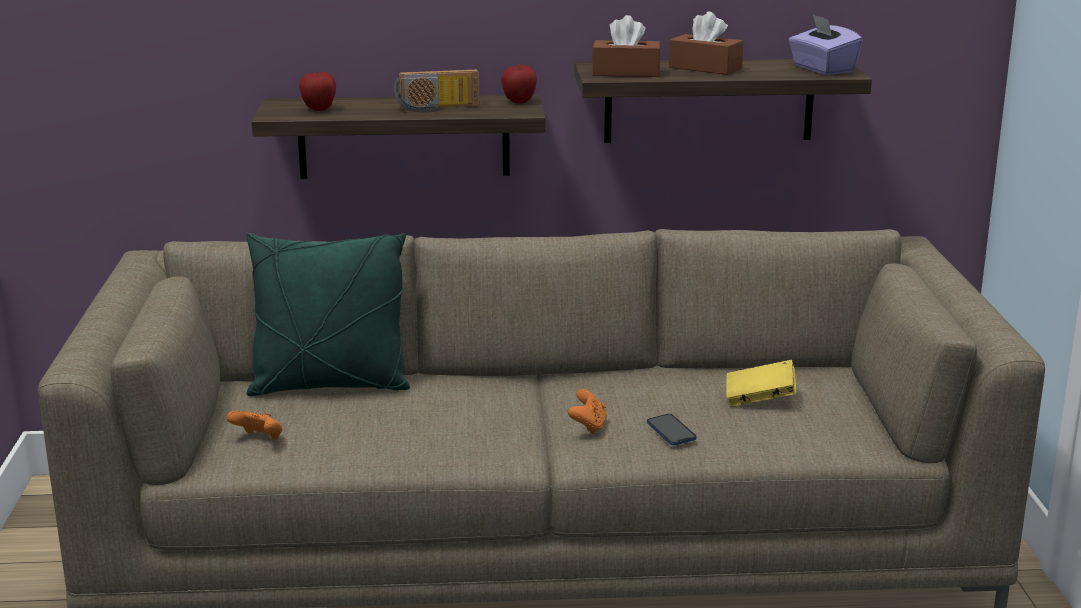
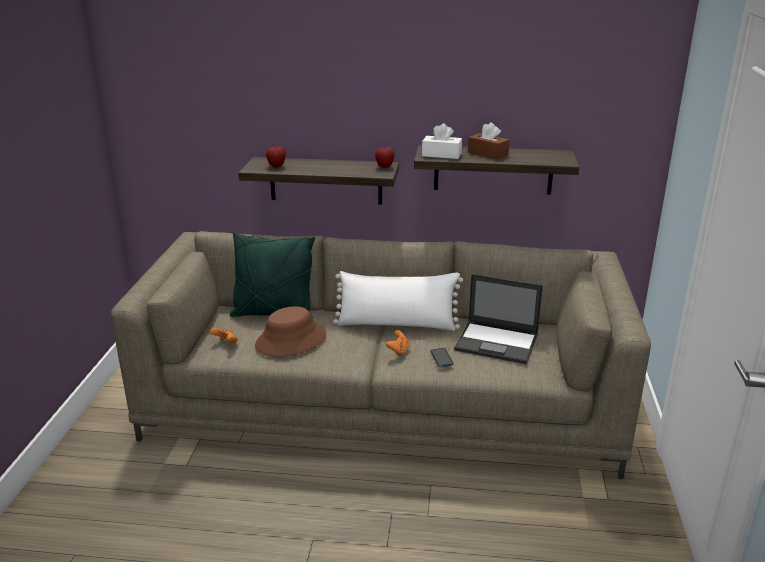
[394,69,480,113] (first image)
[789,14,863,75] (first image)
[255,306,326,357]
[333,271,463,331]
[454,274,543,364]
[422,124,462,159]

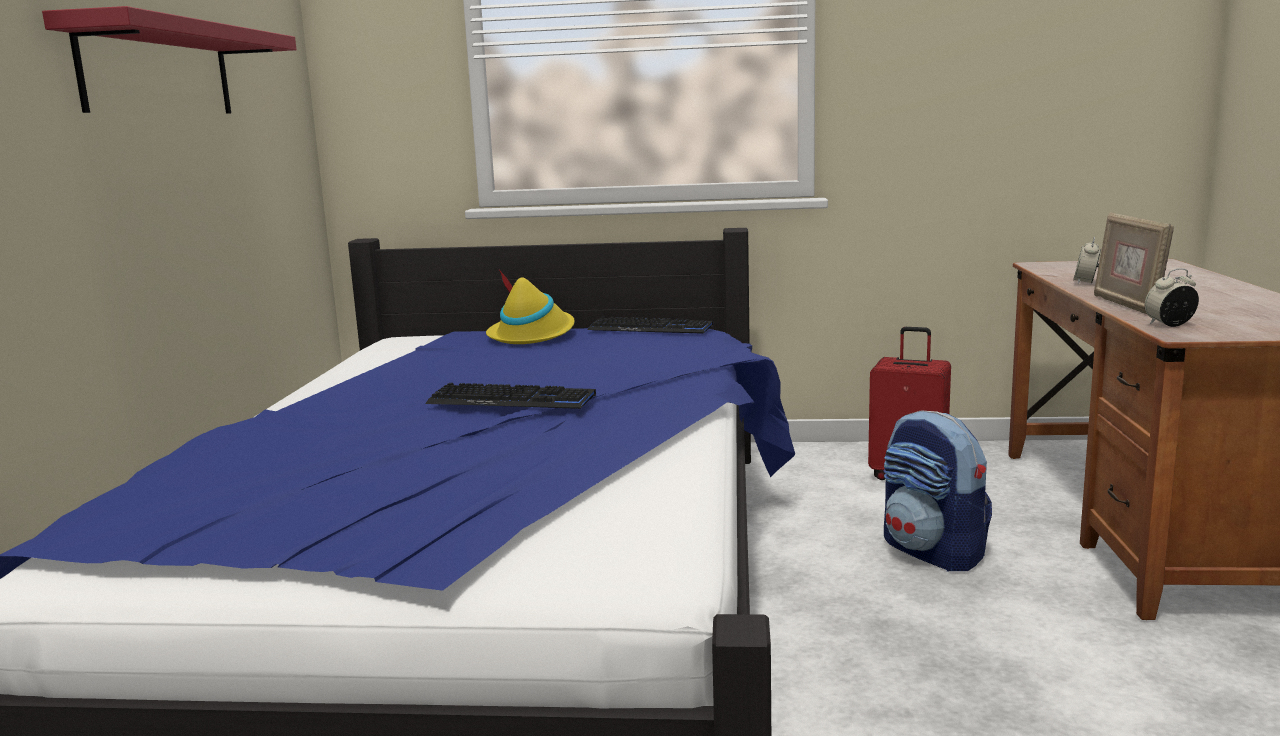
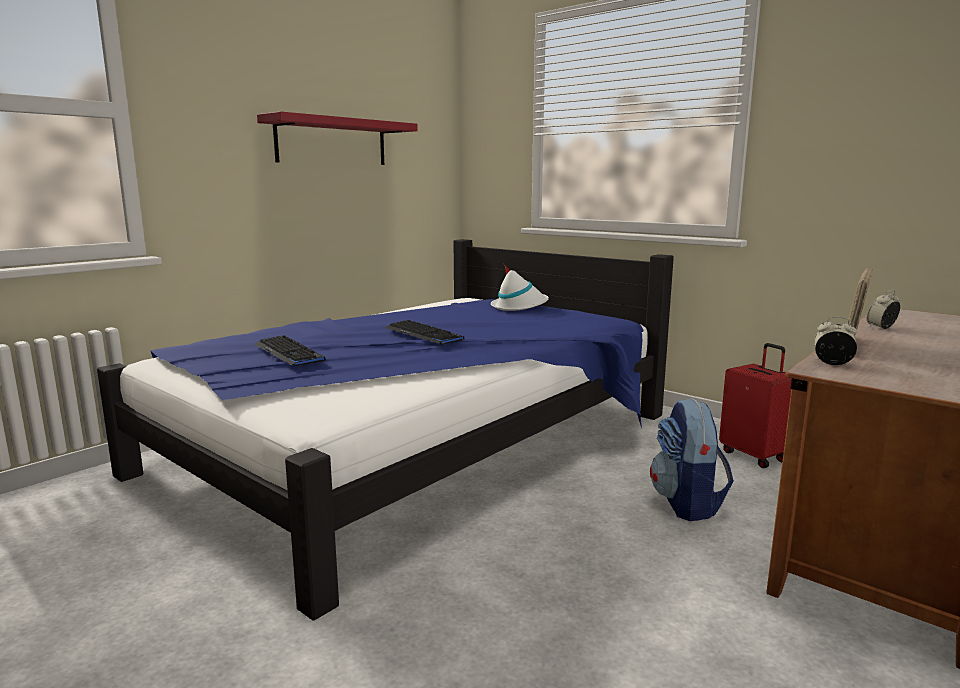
[254,335,326,366]
[491,265,549,311]

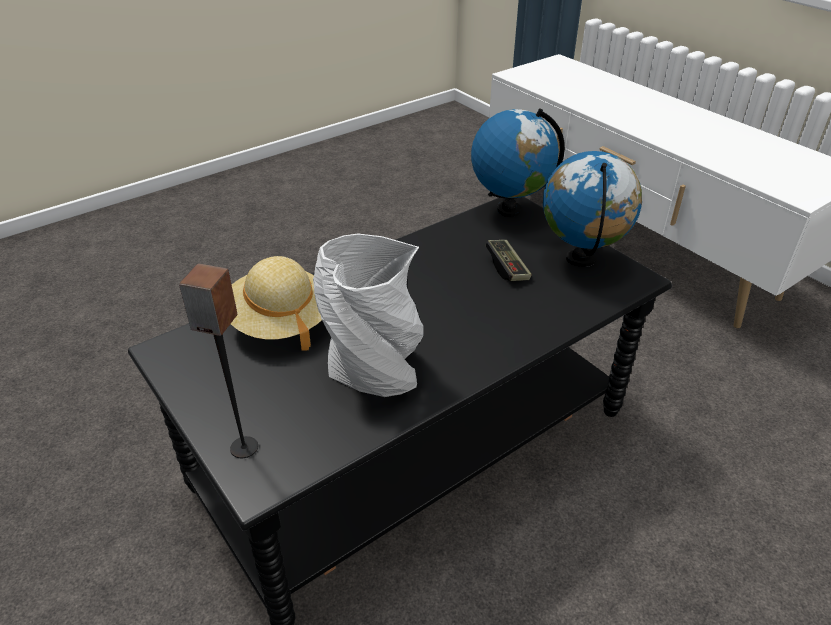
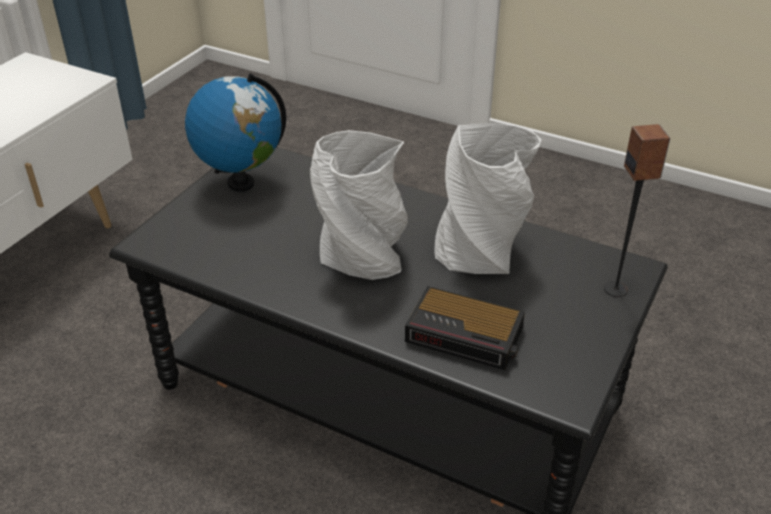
[471,108,565,217] (first image)
[486,240,532,281] (first image)
[310,130,408,280]
[405,286,525,370]

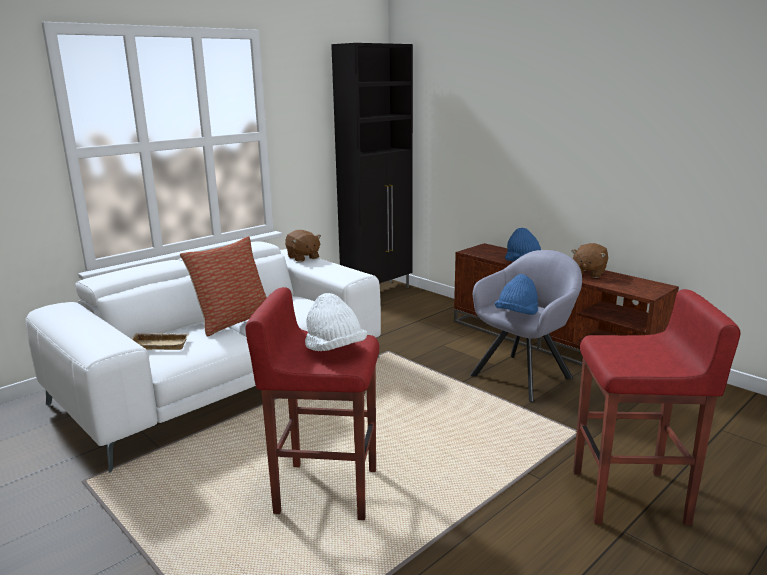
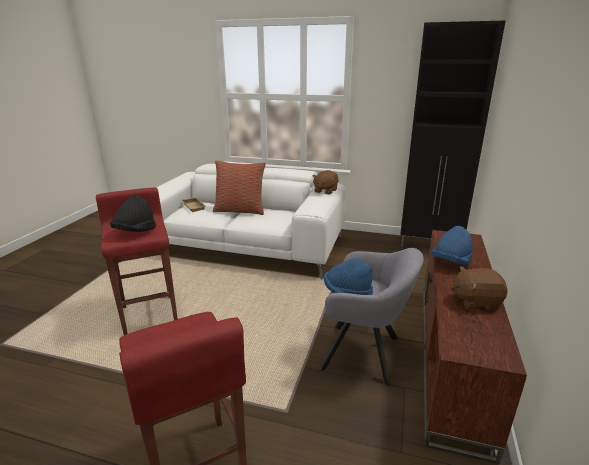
[110,196,156,232]

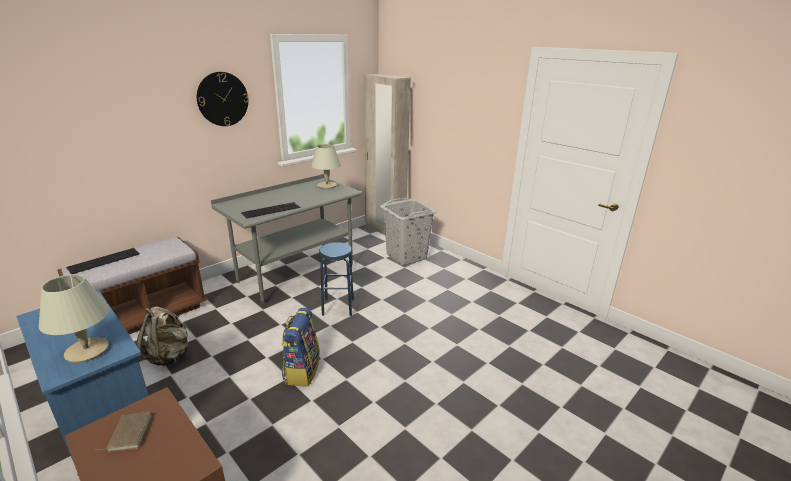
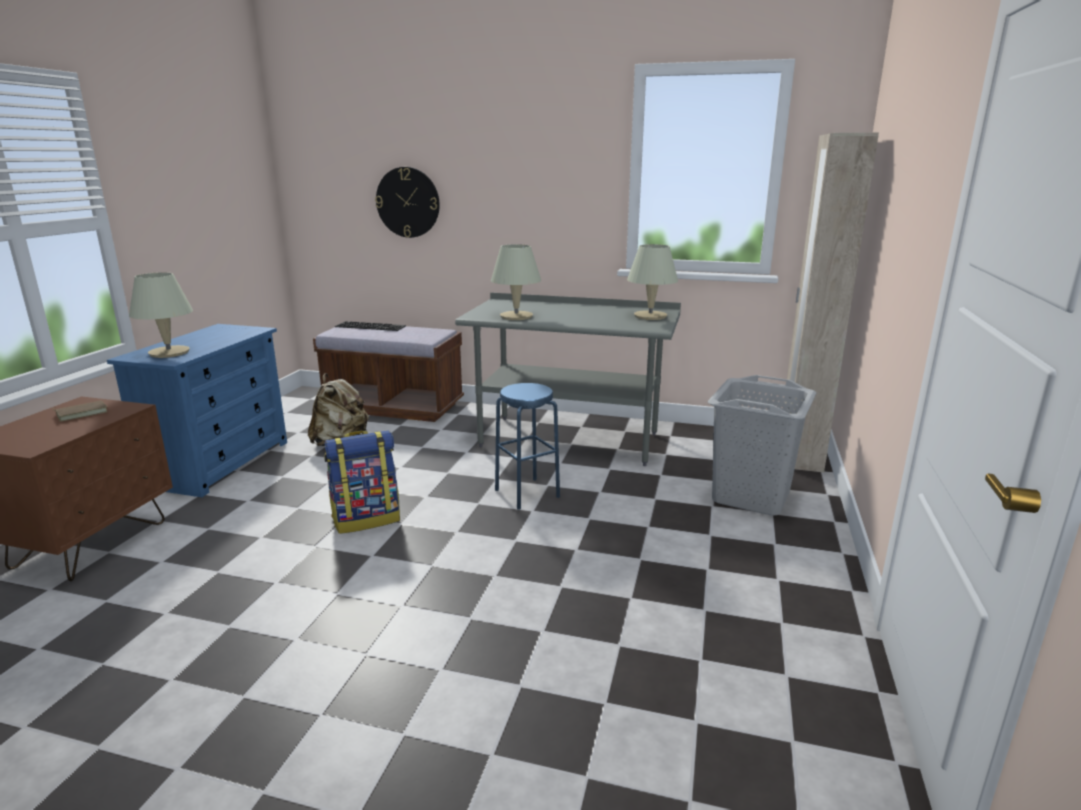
[375,167,440,238]
[491,244,541,320]

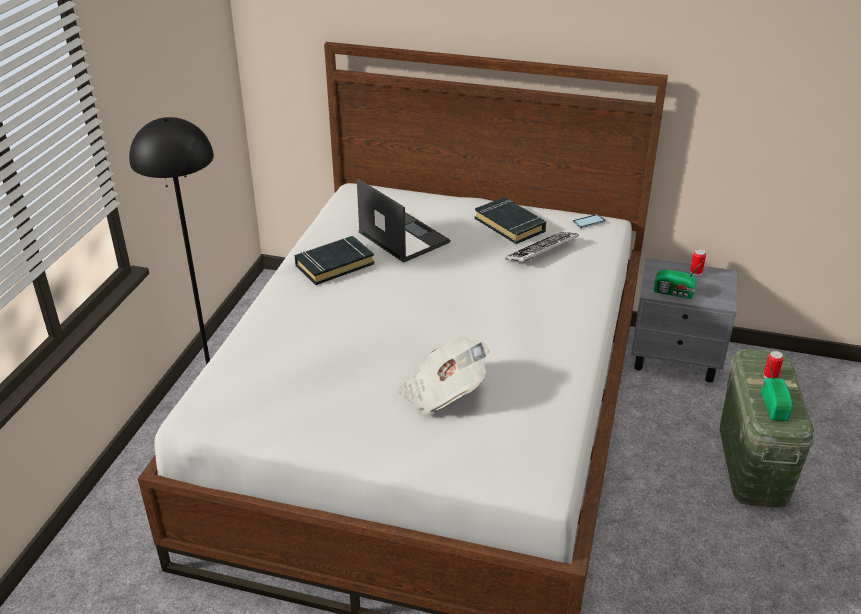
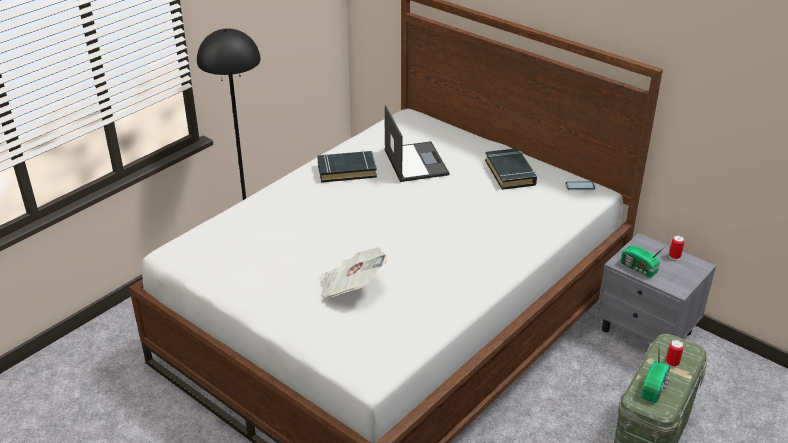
[505,232,579,262] (first image)

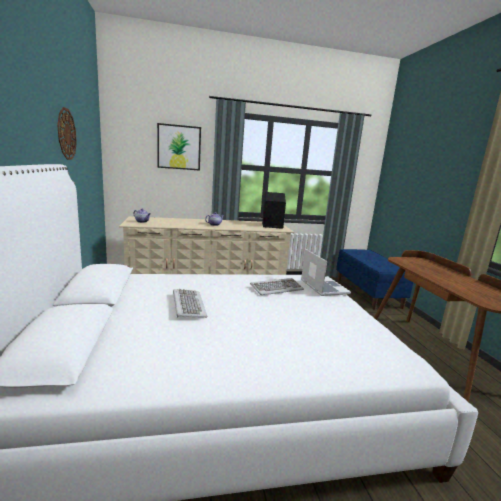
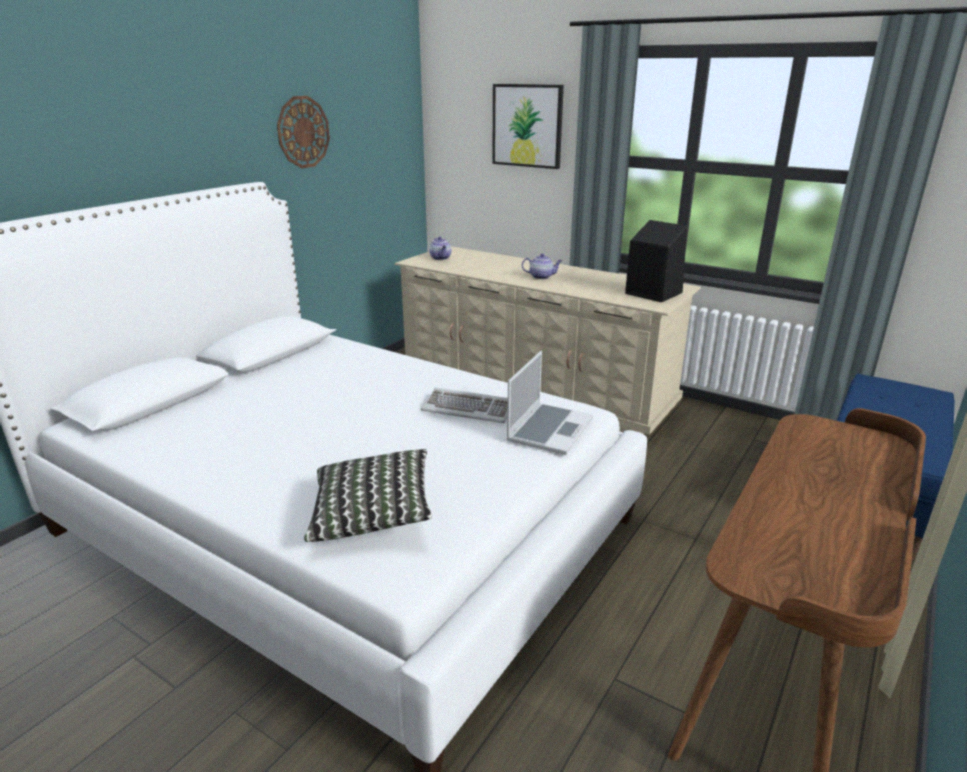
[173,289,207,318] (first image)
[304,449,432,542]

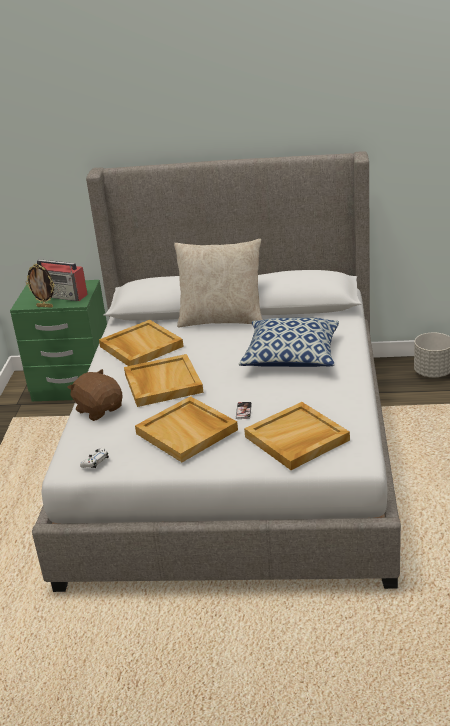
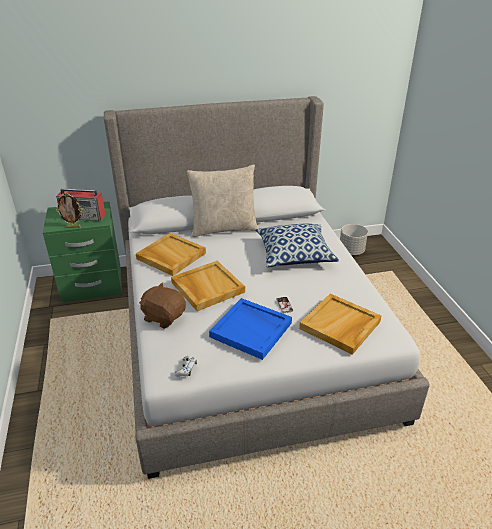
[209,298,292,360]

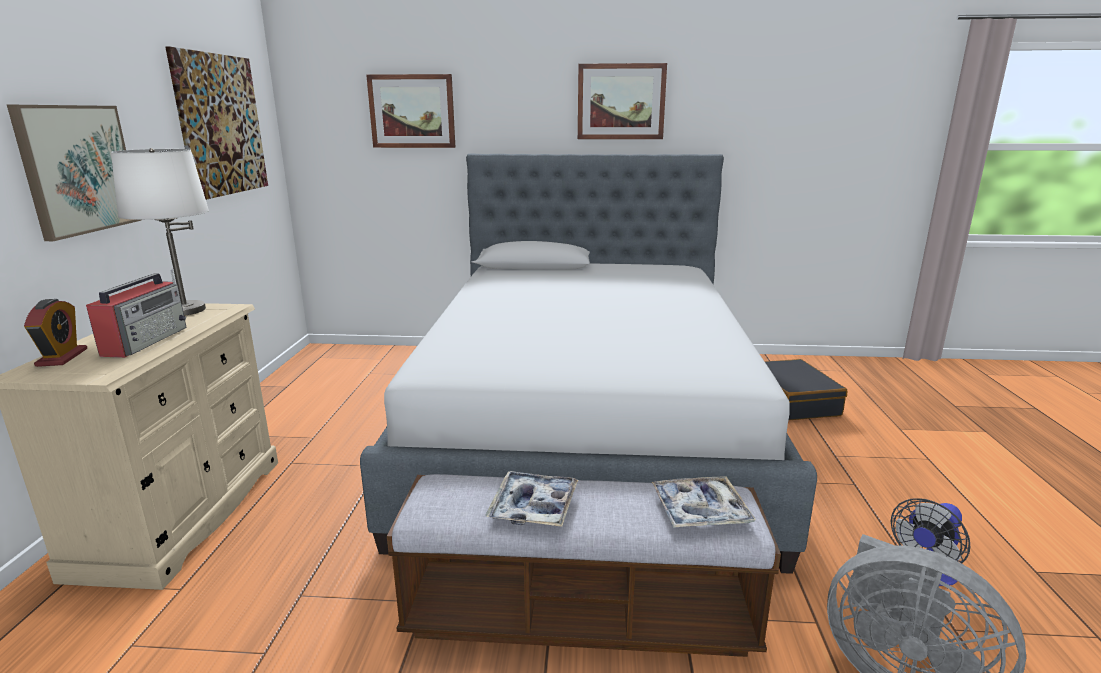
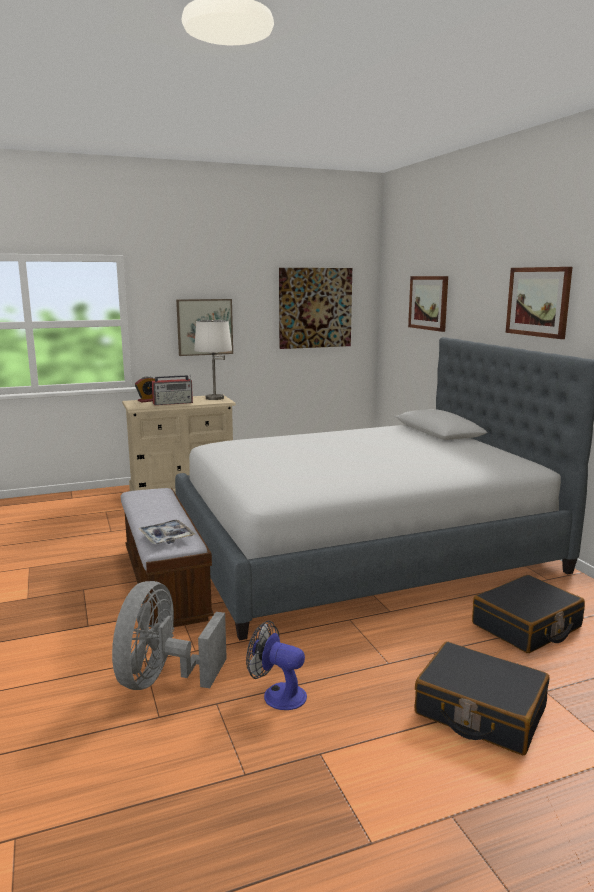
[486,471,578,527] (first image)
[415,642,550,755]

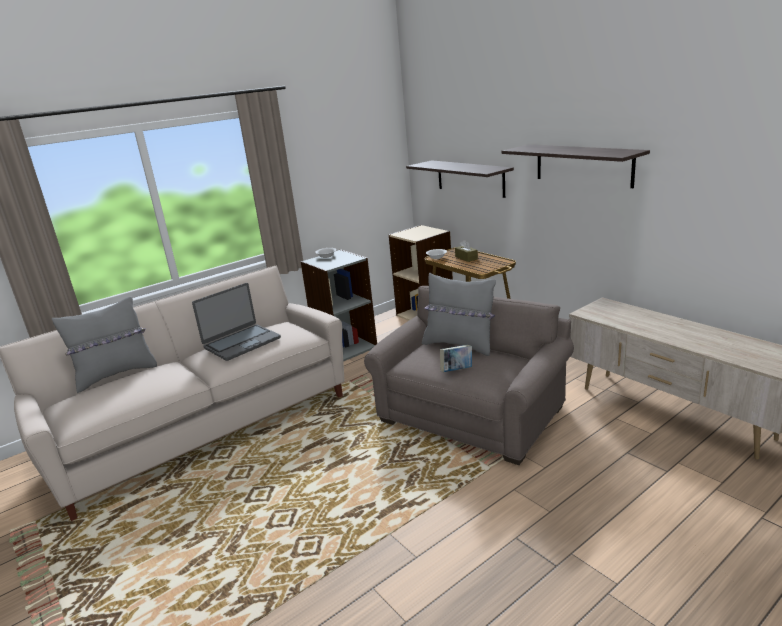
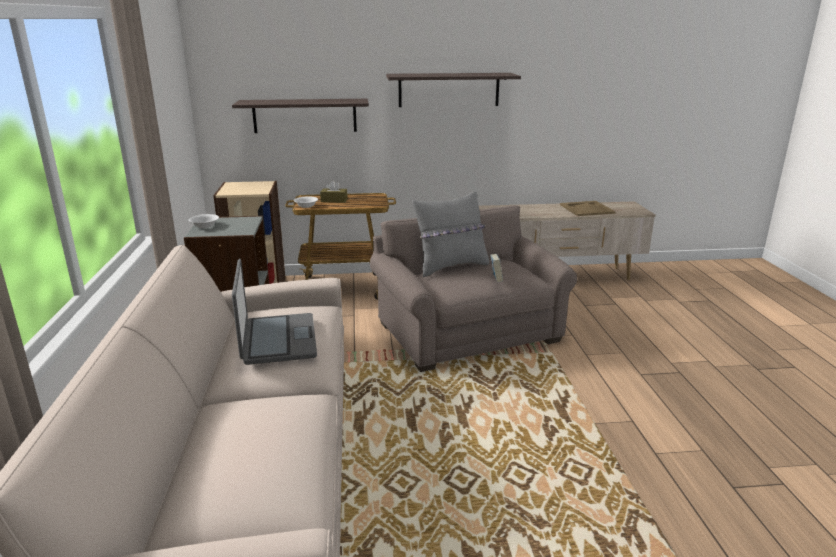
[52,297,157,393] (first image)
[560,201,616,216]

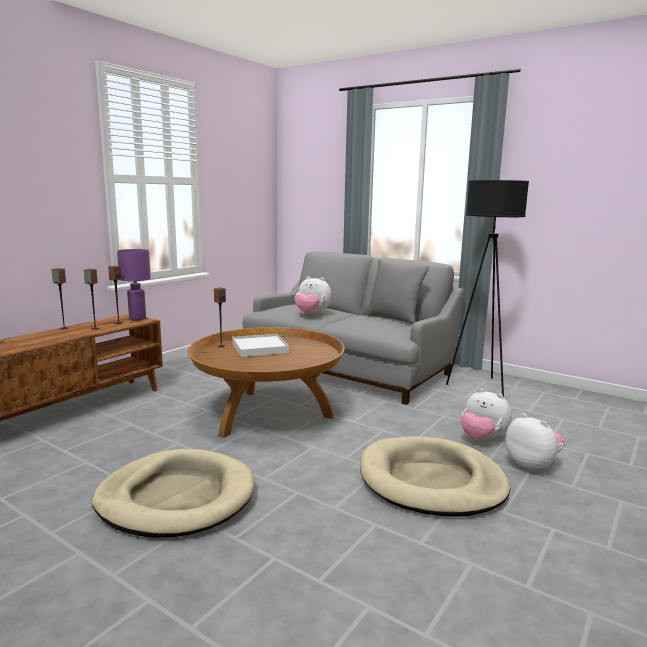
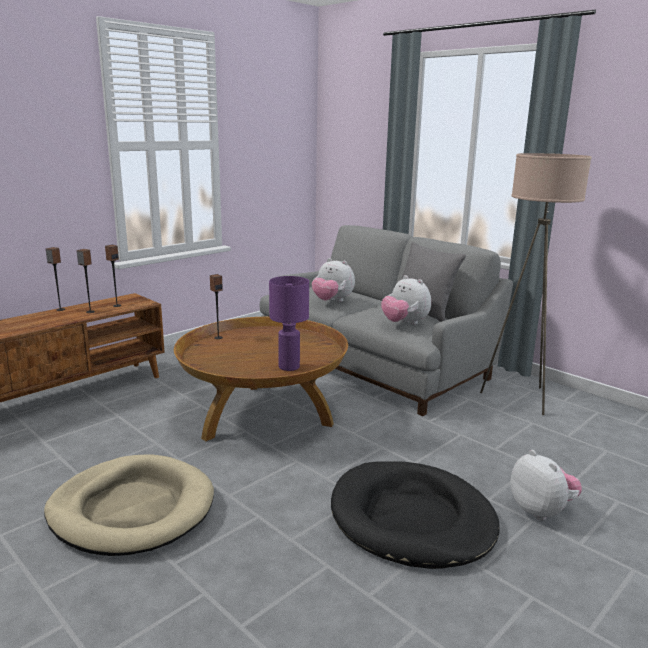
[232,334,289,357] (first image)
[269,276,309,371]
[381,275,431,325]
[331,461,500,569]
[480,153,592,415]

